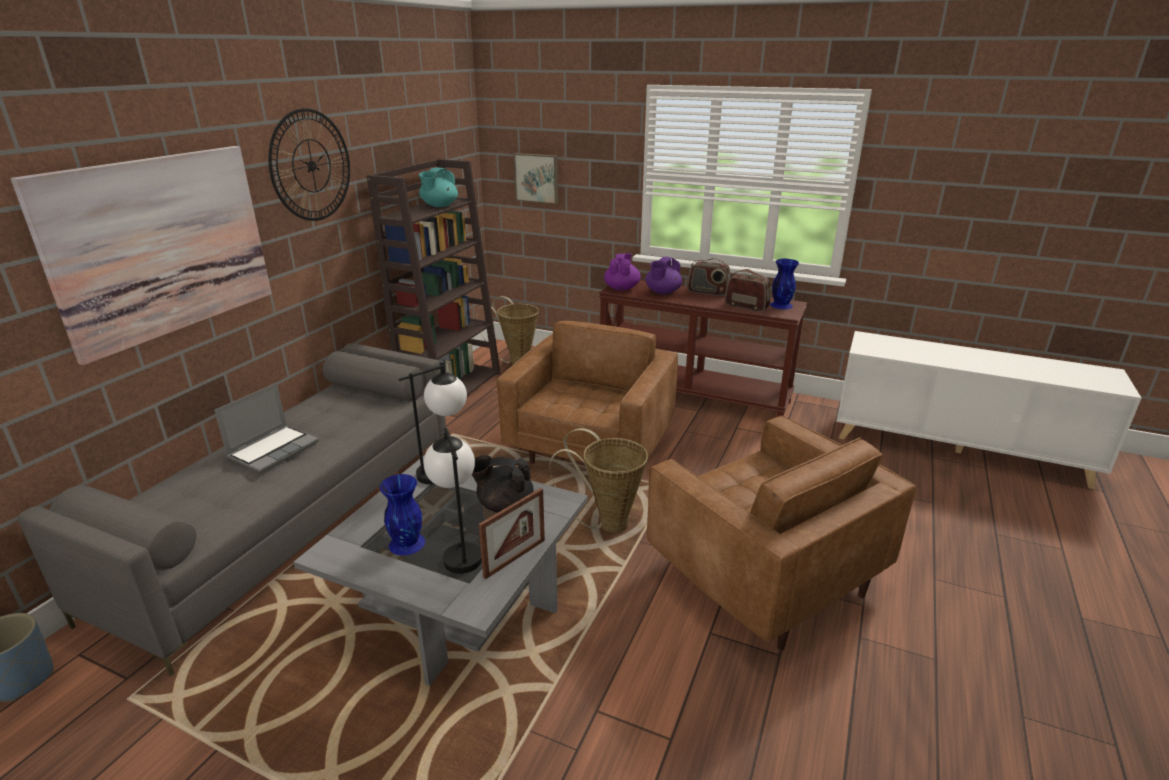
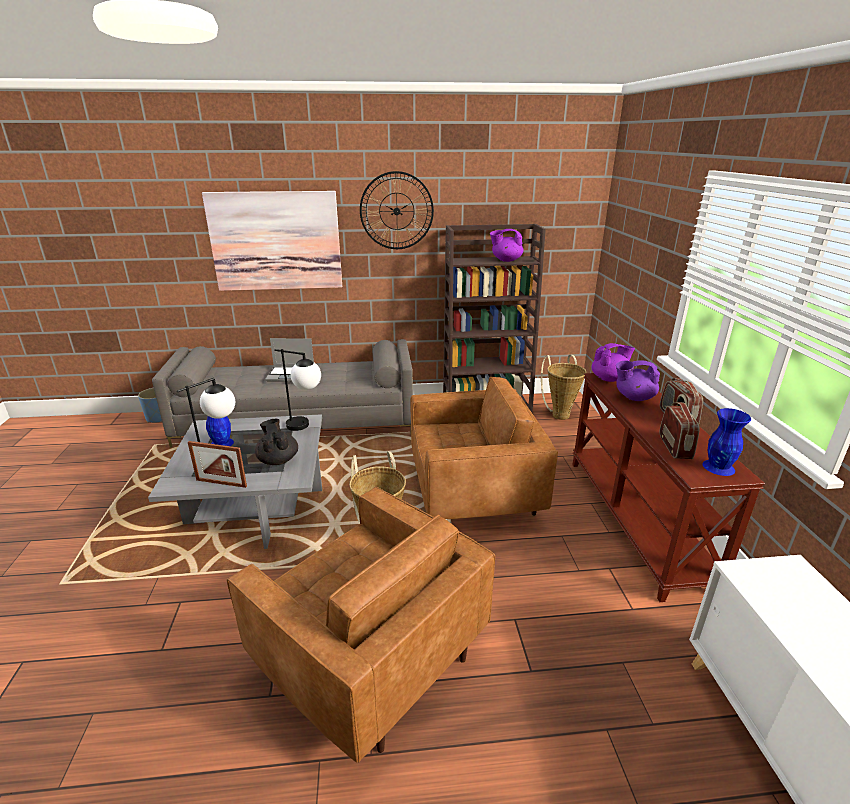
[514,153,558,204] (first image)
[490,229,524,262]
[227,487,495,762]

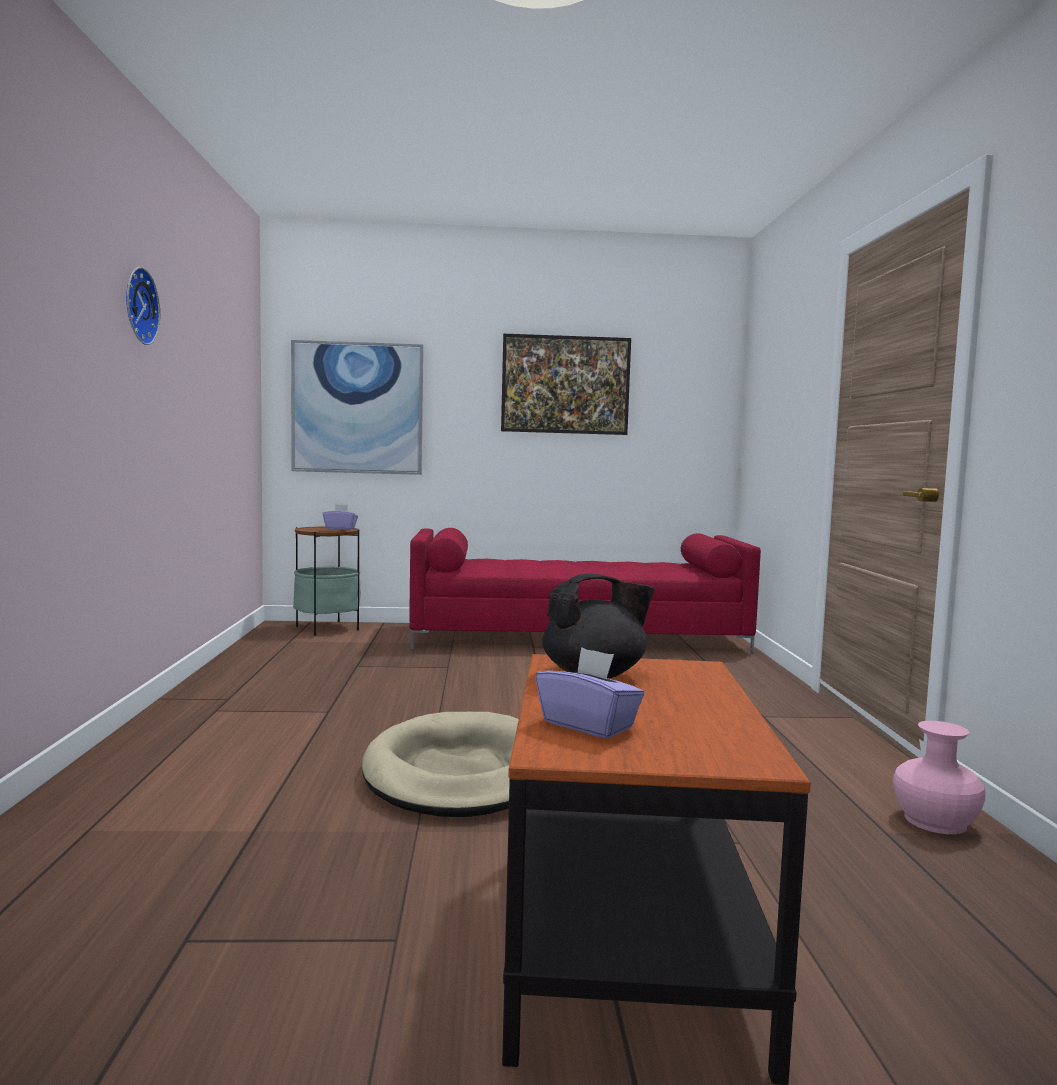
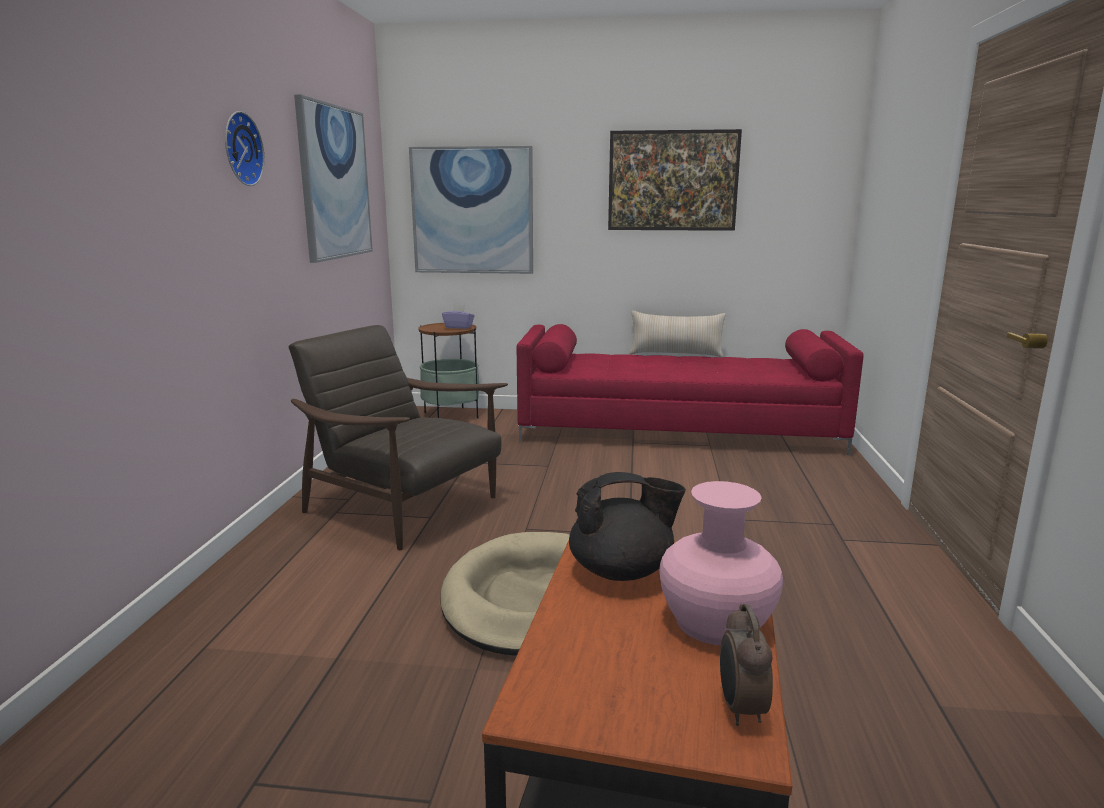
[536,647,644,739] (first image)
[289,325,508,550]
[294,94,373,263]
[629,311,726,358]
[720,604,773,726]
[659,481,783,645]

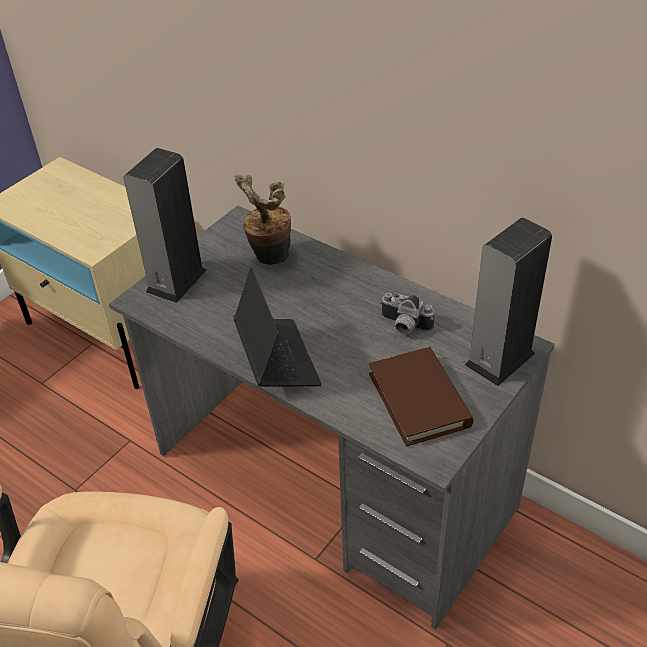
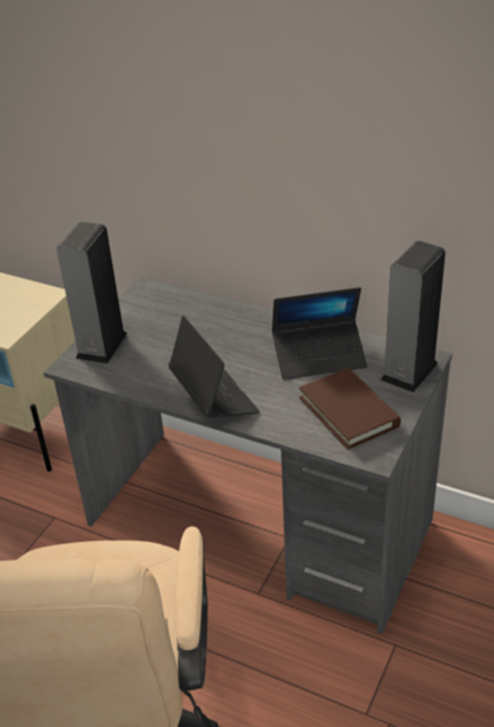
[234,174,291,265] (first image)
[272,287,367,379]

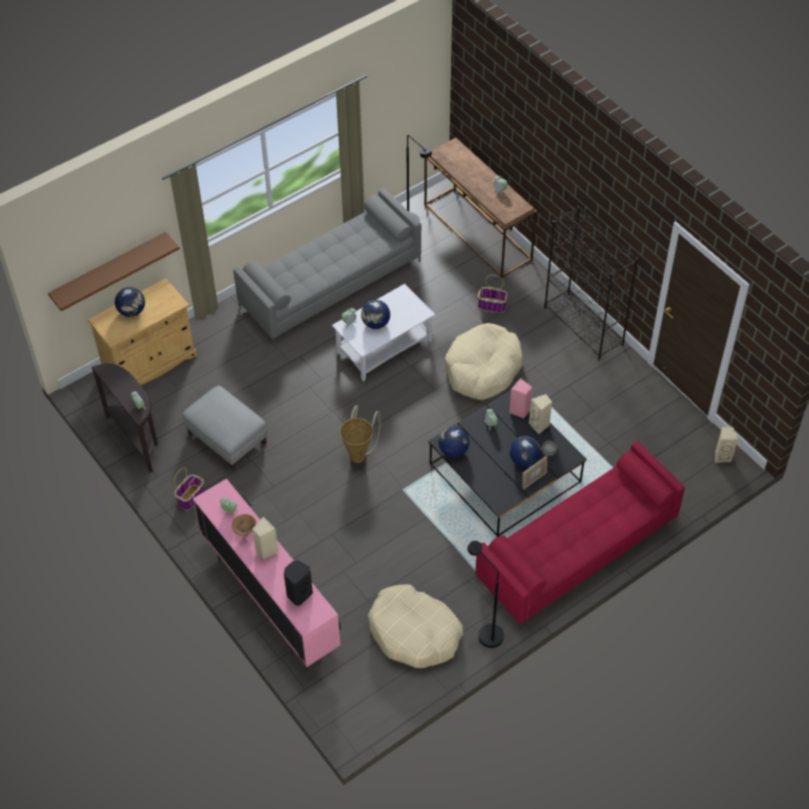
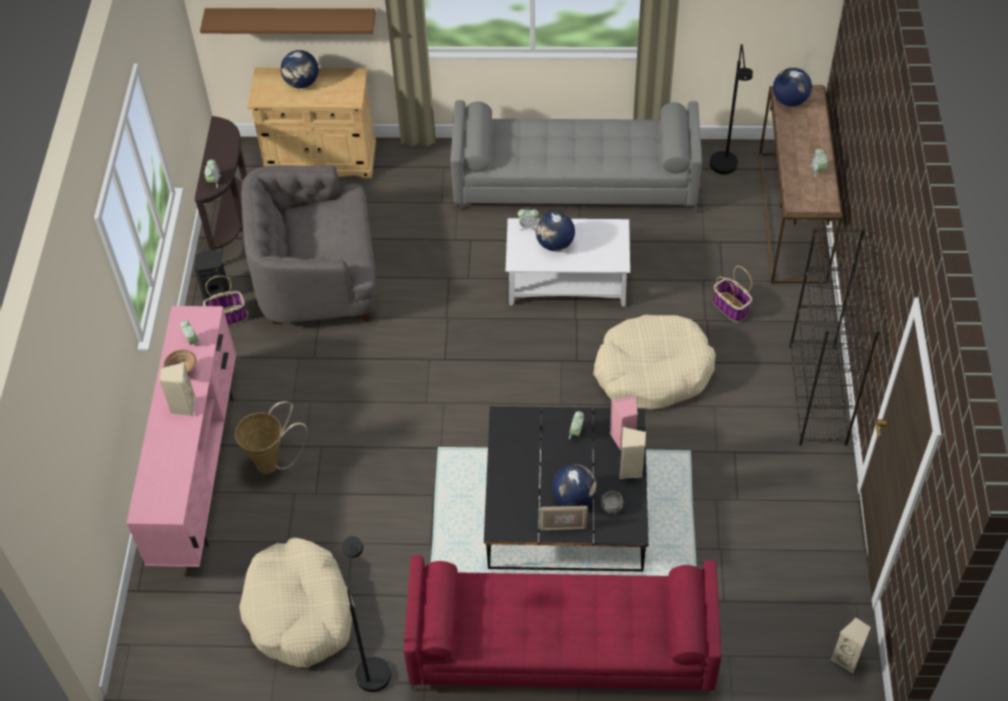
[194,250,230,300]
[235,401,307,474]
[773,68,812,107]
[241,166,376,325]

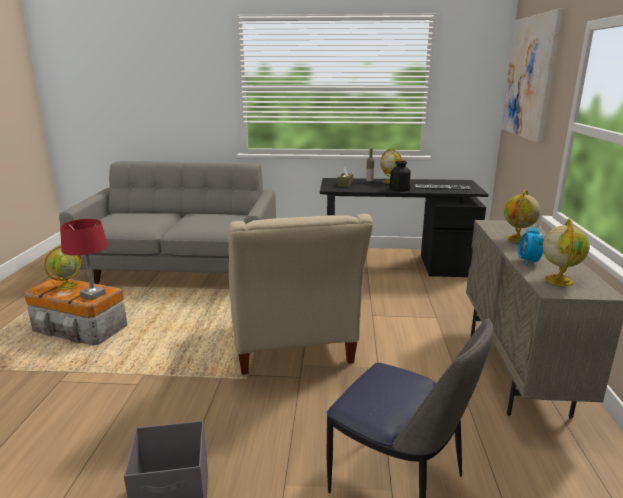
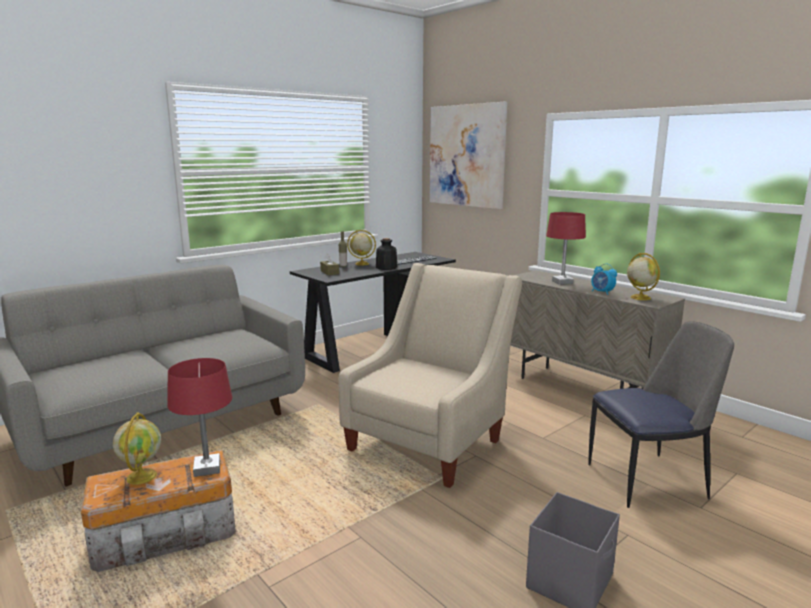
[546,212,586,285]
[338,263,522,488]

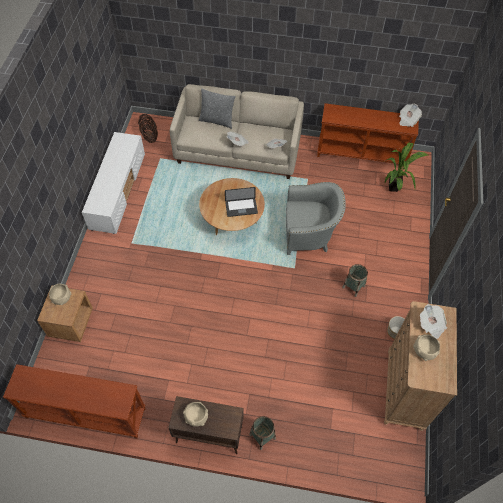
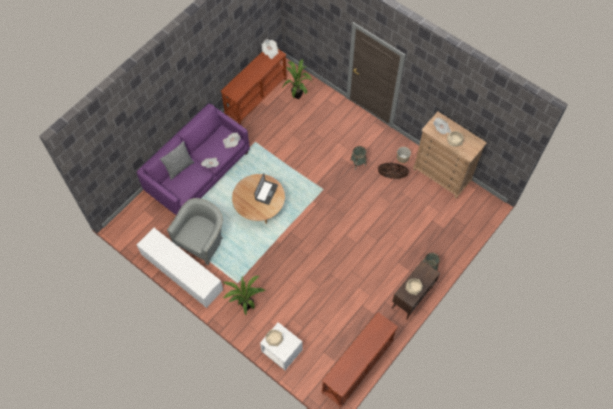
[223,276,266,316]
[378,163,409,179]
[167,198,223,265]
[260,322,303,370]
[137,103,250,215]

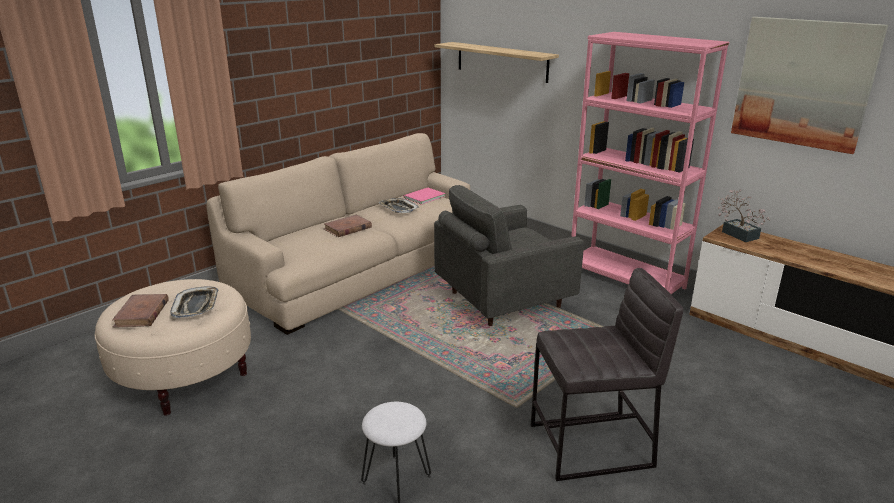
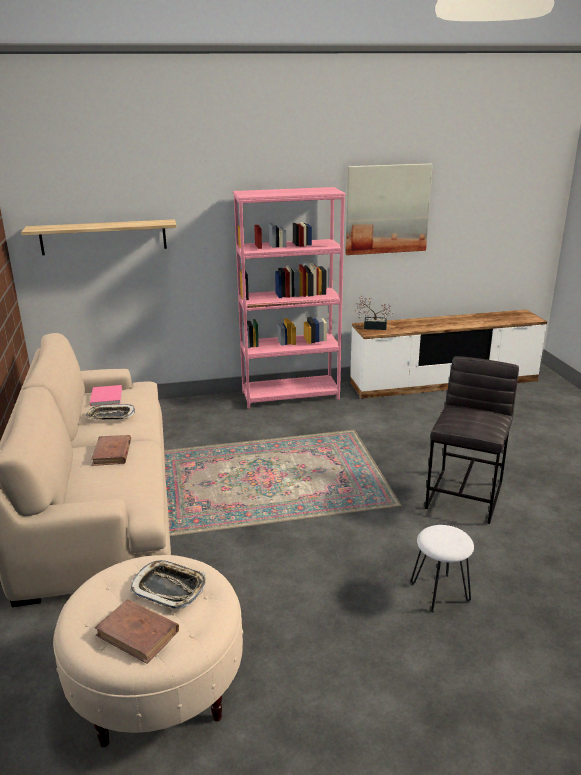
[434,185,584,326] (first image)

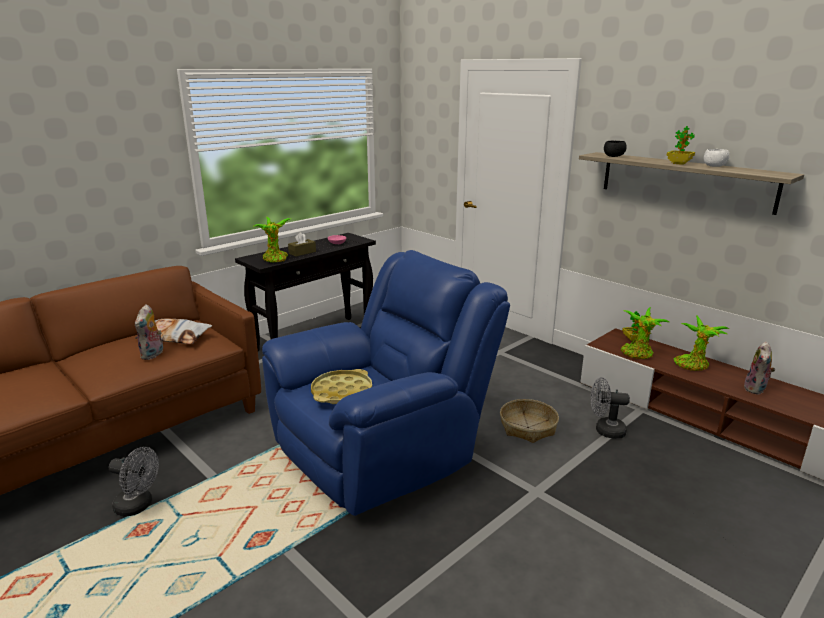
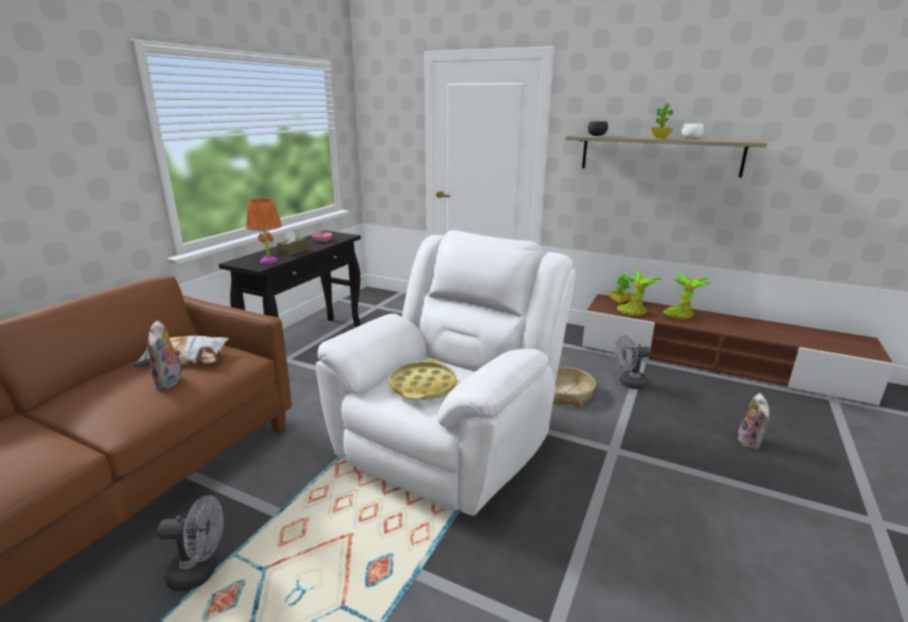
[738,393,770,449]
[246,198,282,264]
[316,230,576,516]

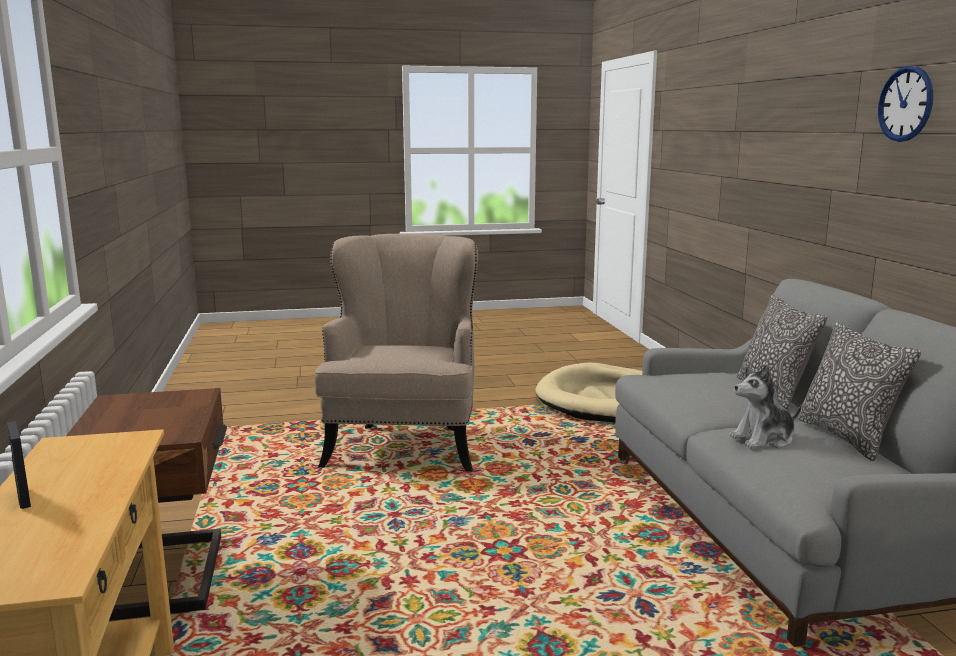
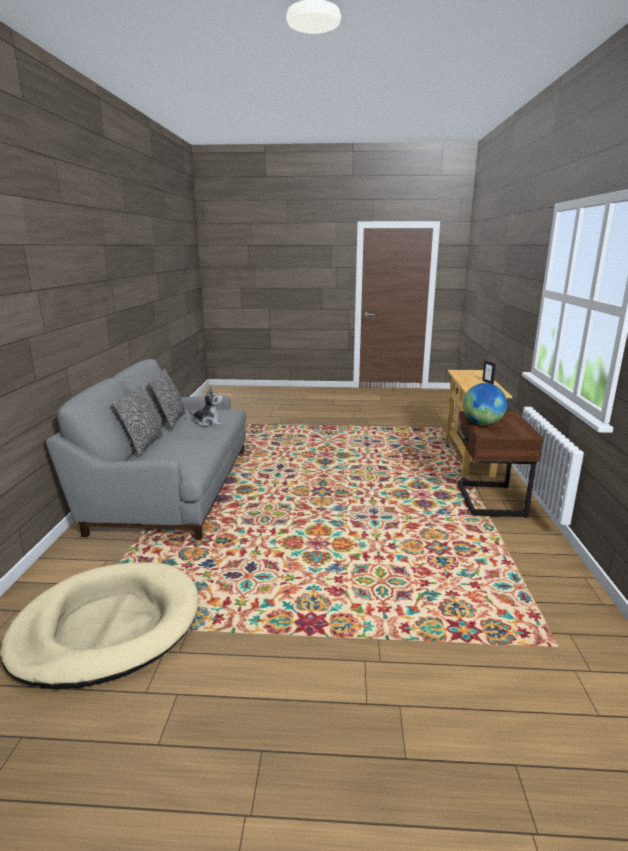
[314,234,478,471] (first image)
[878,66,933,142] (first image)
[463,383,507,425]

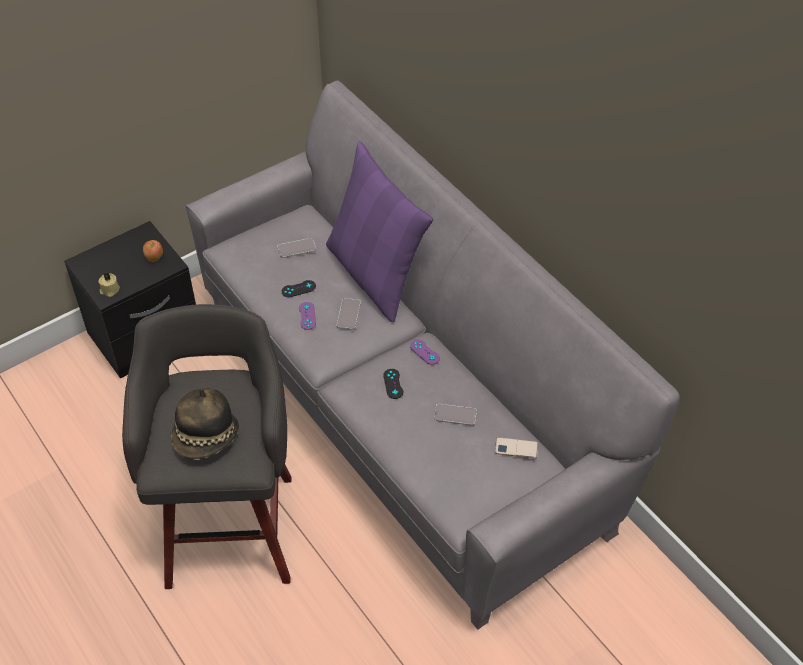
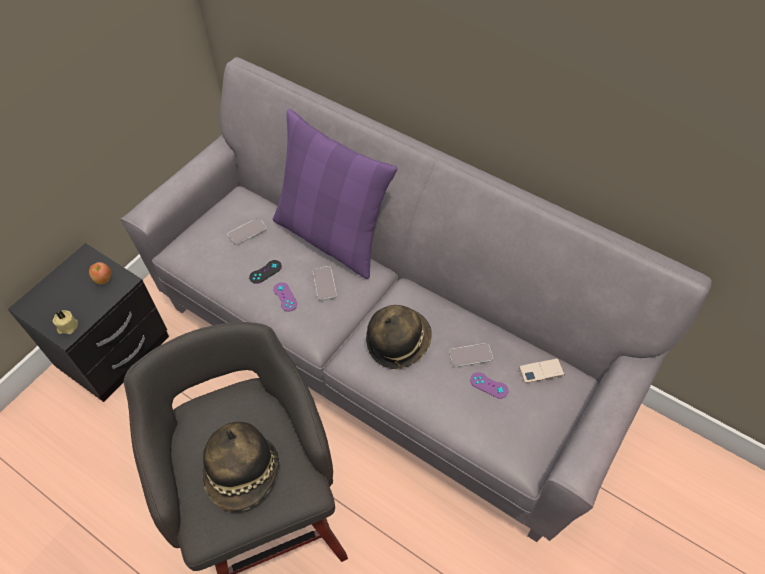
[470,372,508,399]
[366,305,432,369]

